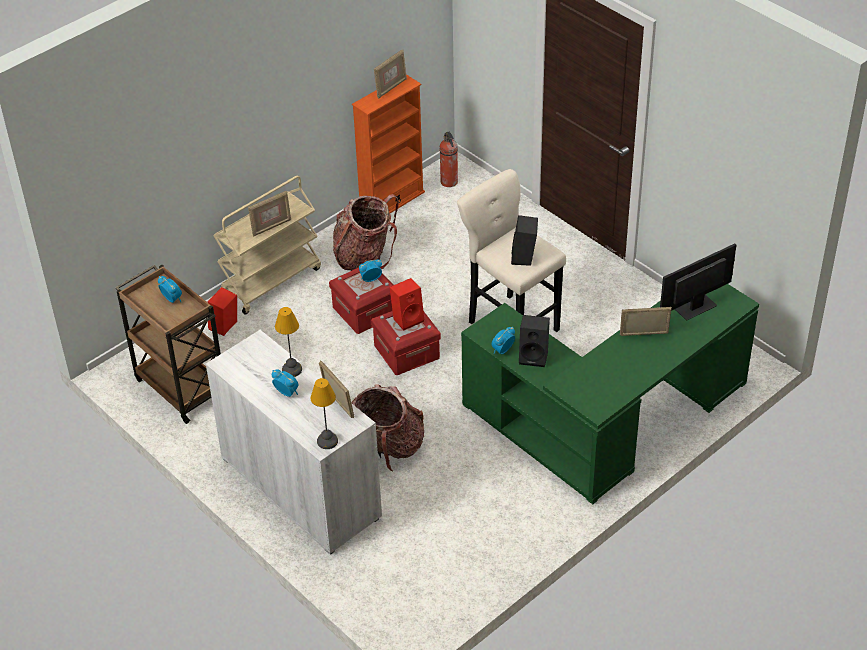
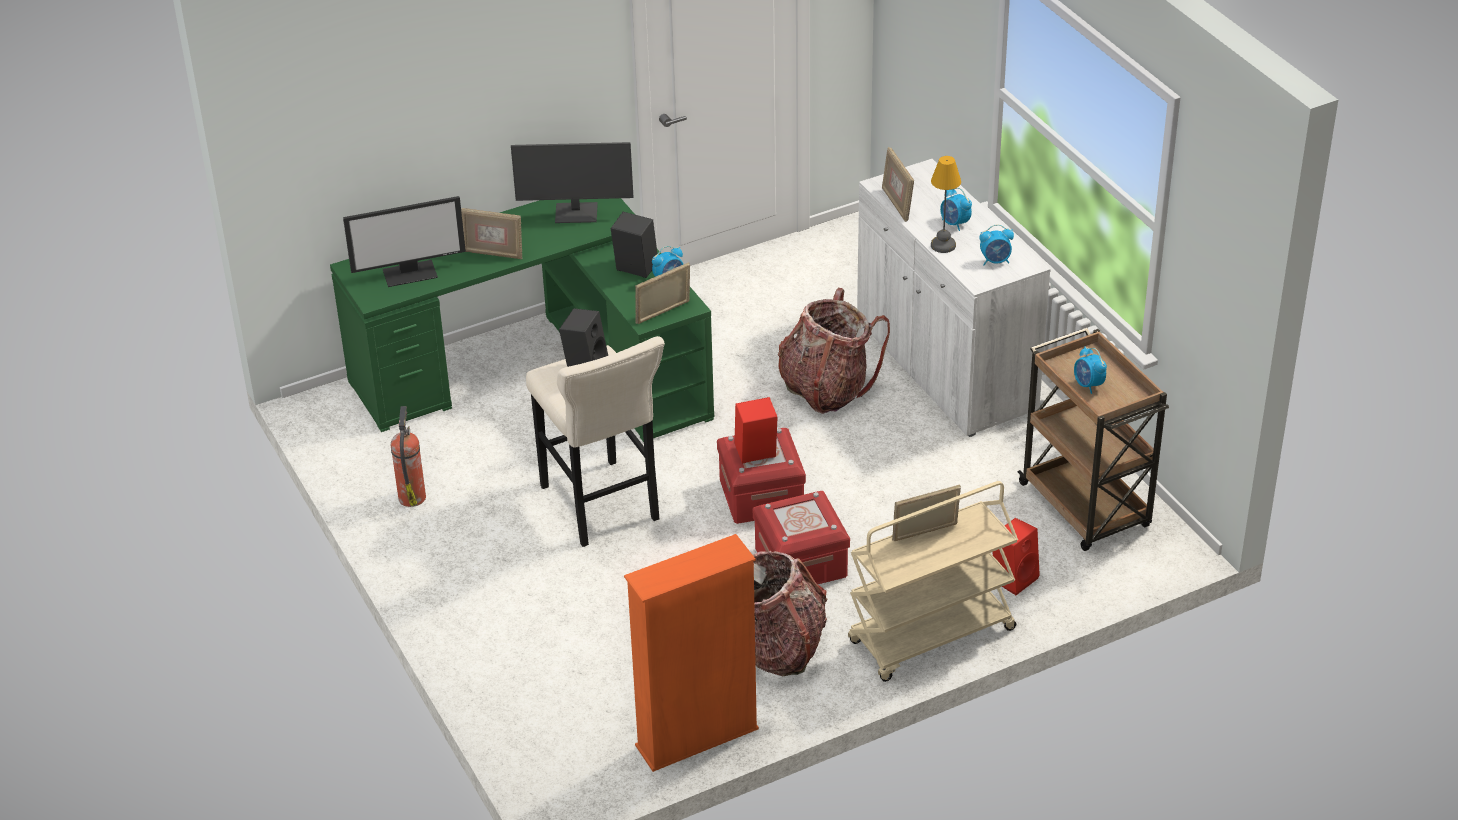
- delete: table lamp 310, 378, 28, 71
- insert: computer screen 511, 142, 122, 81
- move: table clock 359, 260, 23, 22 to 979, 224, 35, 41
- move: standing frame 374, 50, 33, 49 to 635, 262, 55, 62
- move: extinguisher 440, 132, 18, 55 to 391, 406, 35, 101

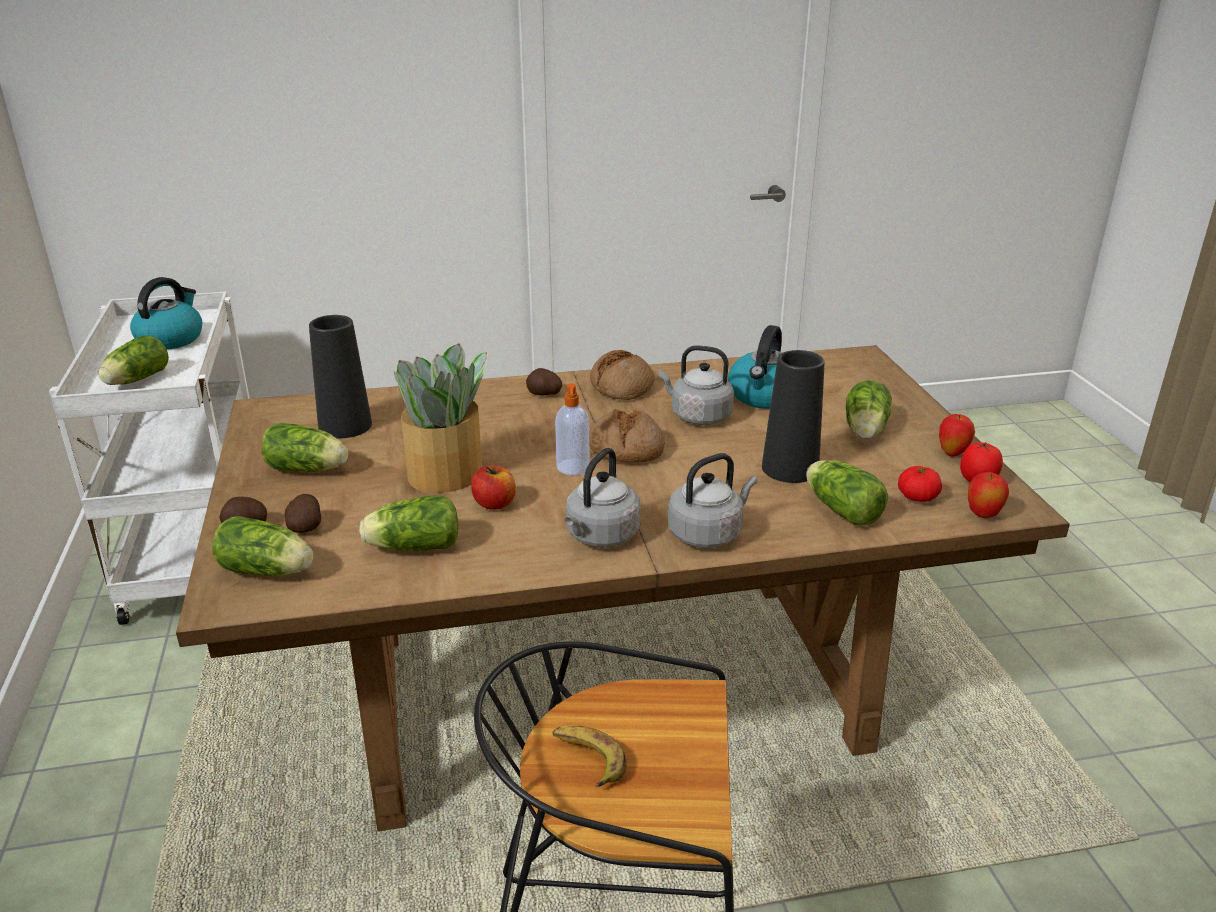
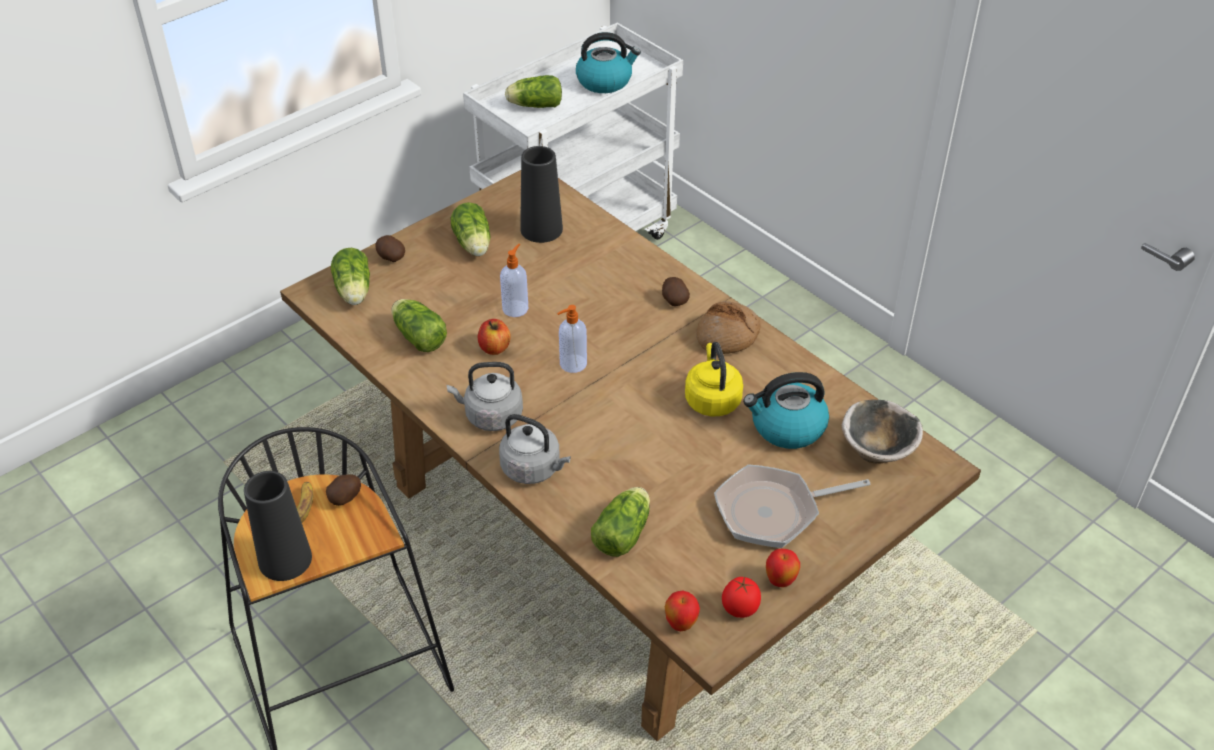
- delete: baked bread 589, 409, 76, 54
- delete: fresh tomato 898, 466, 44, 36
- insert: bowl 841, 400, 82, 63
- move: potato 285, 494, 36, 39 to 326, 474, 35, 32
- move: black flower vase 762, 350, 63, 133 to 244, 471, 68, 110
- replace: potted plant 394, 343, 93, 150 to soap bottle 500, 244, 29, 73
- replace: lettuce head 846, 380, 46, 59 to skillet 714, 464, 156, 84
- recolor: greyish tea kettle 659, 345, 75, 80 to yellow-coloured tea kettle 685, 342, 58, 74

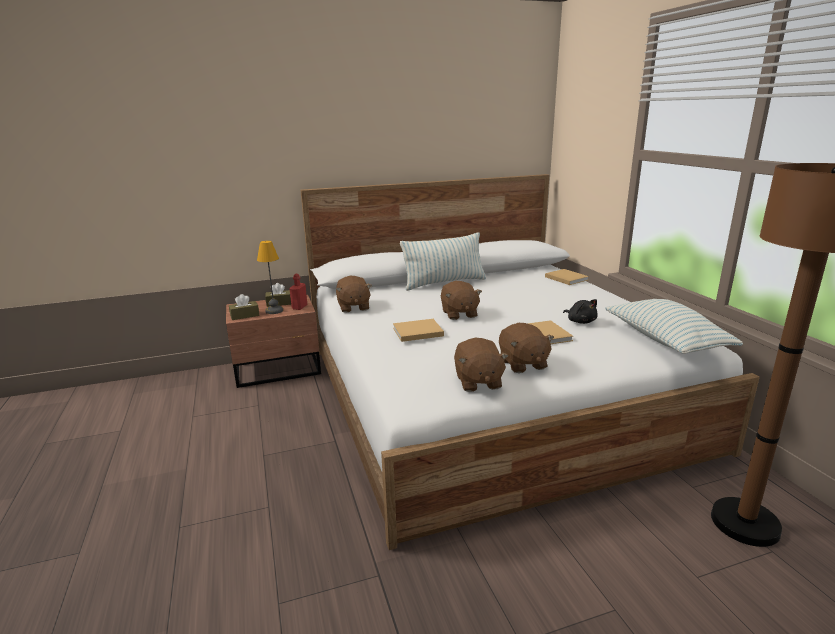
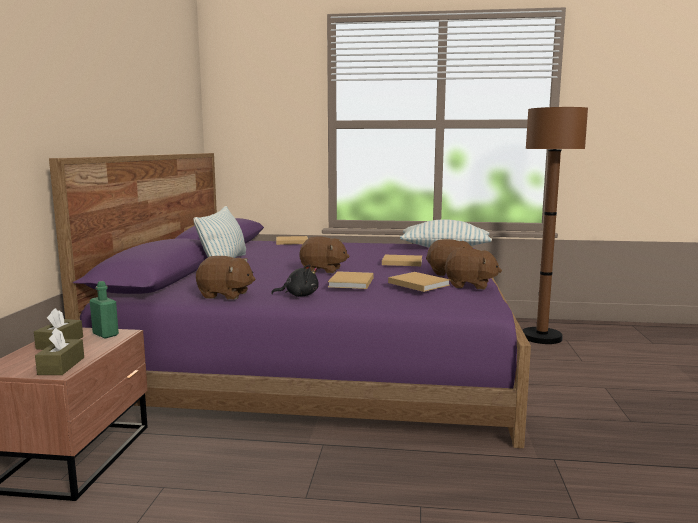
- delete: table lamp 257, 241, 26, 73
- insert: beige bound book 388, 272, 62, 20
- move: black cuddly toy 563, 299, 35, 25 to 271, 264, 48, 33
- recolor: reddish beverage bottle 289, 274, 18, 36 to green beverage bottle 90, 281, 29, 58
- recolor: whitish bed 300, 174, 460, 376 to purplish bed 49, 153, 482, 295

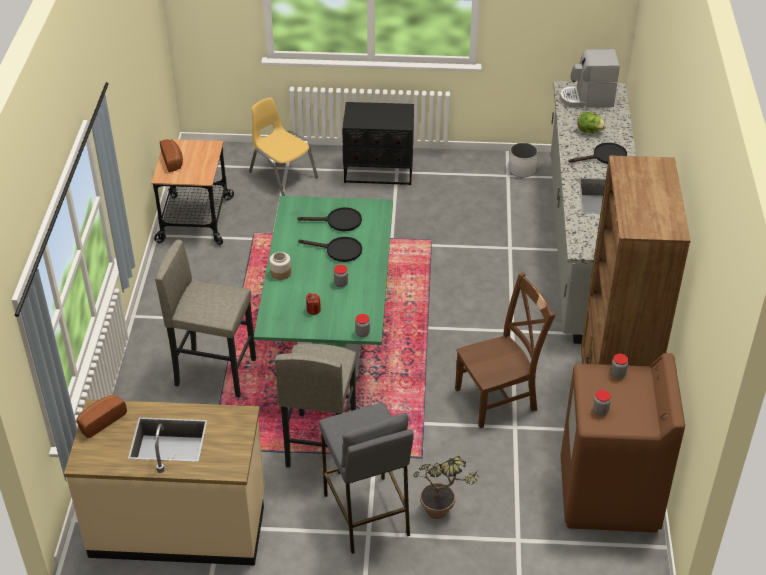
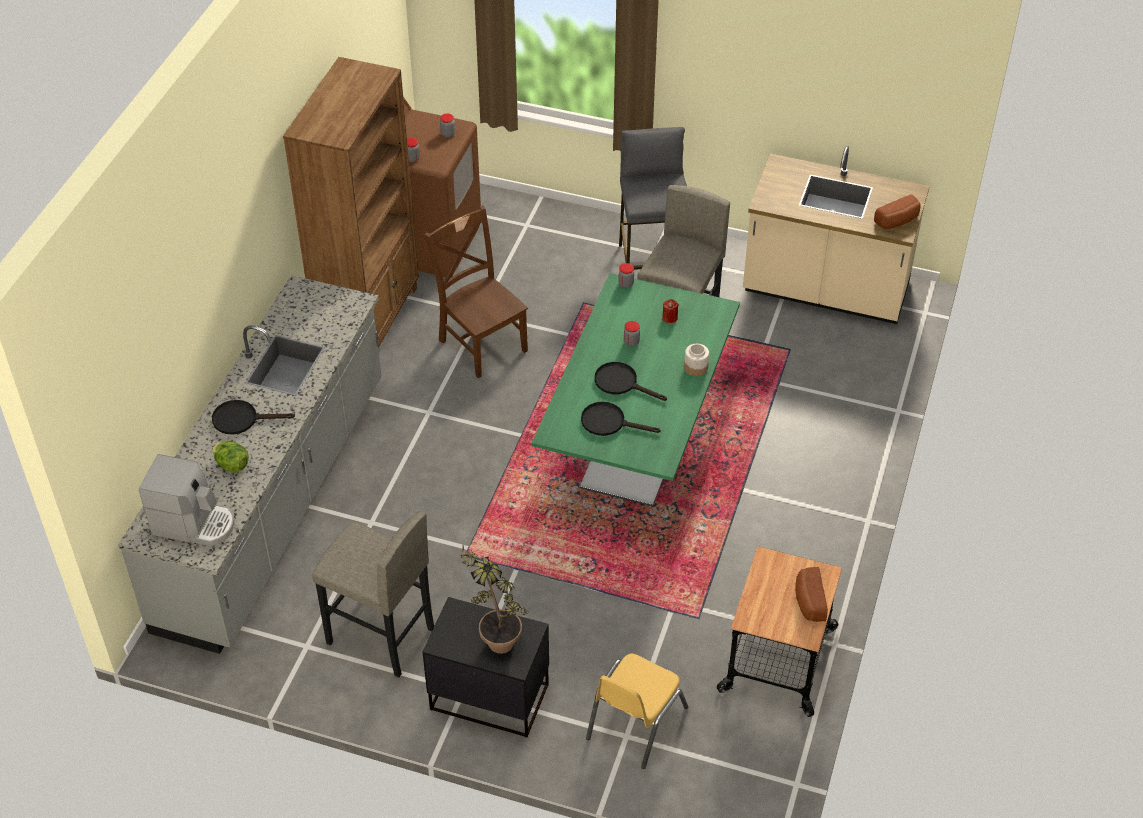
- delete: whitish flower pot 508, 143, 30, 34
- move: greyish sitting stool 155, 240, 101, 157 to 312, 511, 122, 167
- move: potted plant 413, 456, 68, 63 to 461, 545, 68, 109
- rotate: yellow-coloured chair 249, 98, 69, 98 = 586, 654, 102, 115 60 degrees clockwise
- rotate: brown chair 455, 272, 100, 156 = 424, 205, 104, 173 60 degrees clockwise

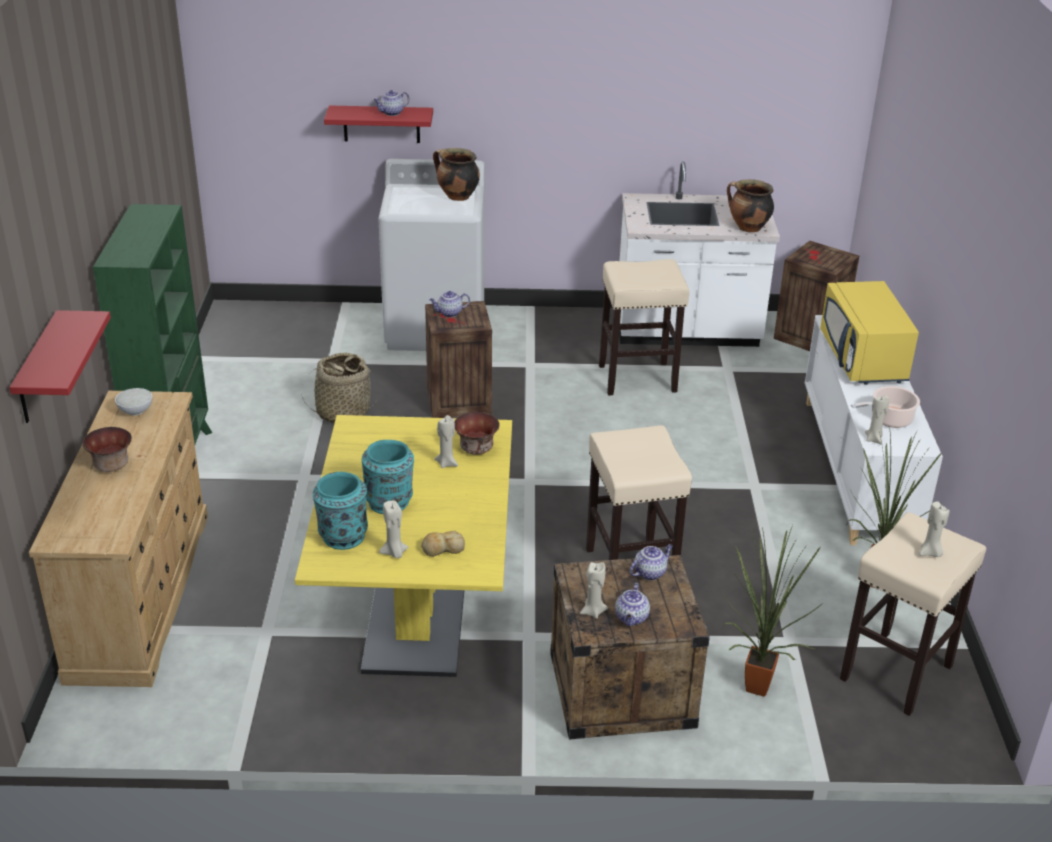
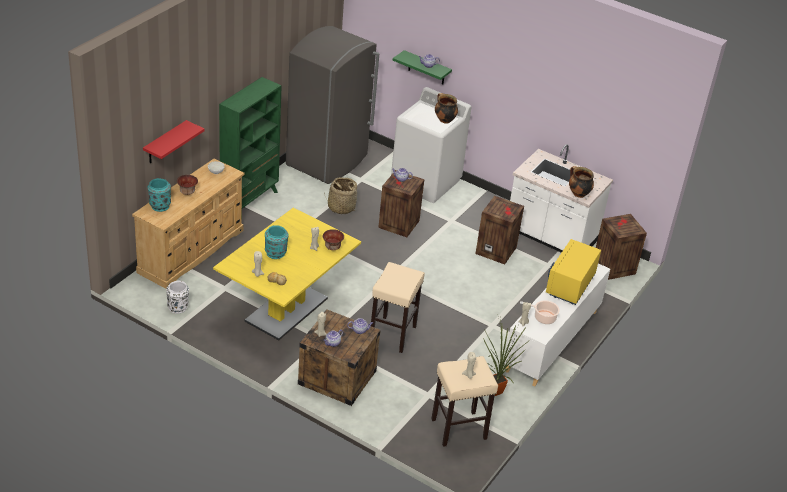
- delete: potted plant 722, 525, 101, 172
- insert: whitish flower vase 166, 281, 23, 33
- insert: greyish kitchen fridge 286, 26, 93, 158
- move: turquoise flower vase 313, 472, 55, 78 to 147, 178, 24, 34
- replace: beige sitting stool 599, 259, 91, 136 to packing crate 475, 196, 49, 69
- recolor: reddish bracket shelf 324, 105, 109, 38 to green bracket shelf 393, 50, 59, 34

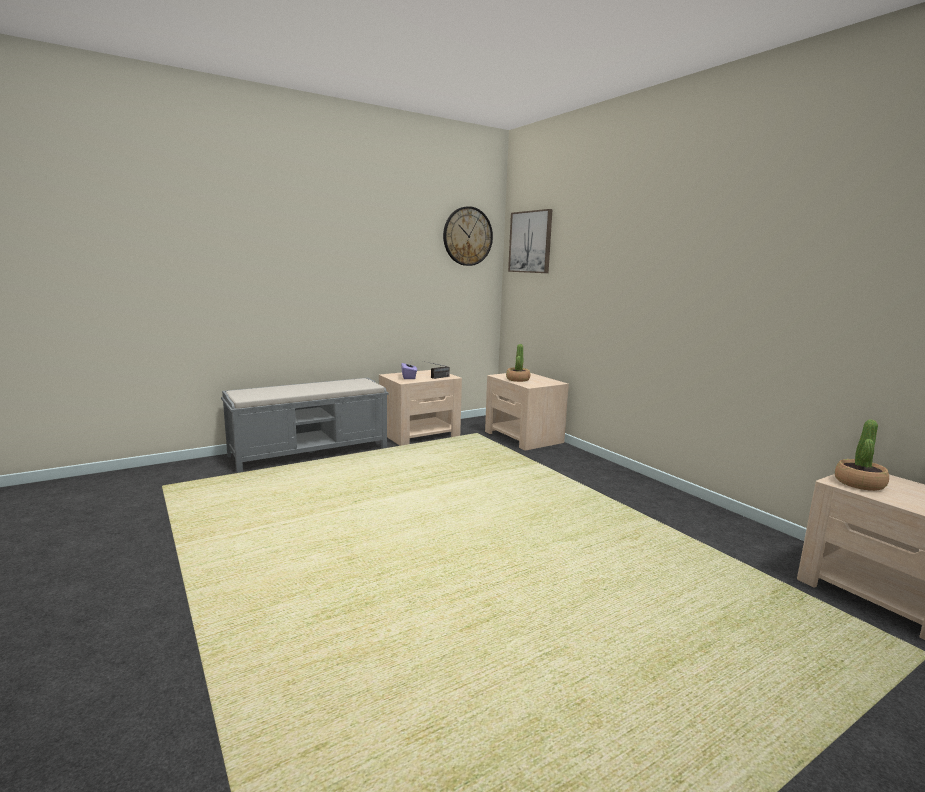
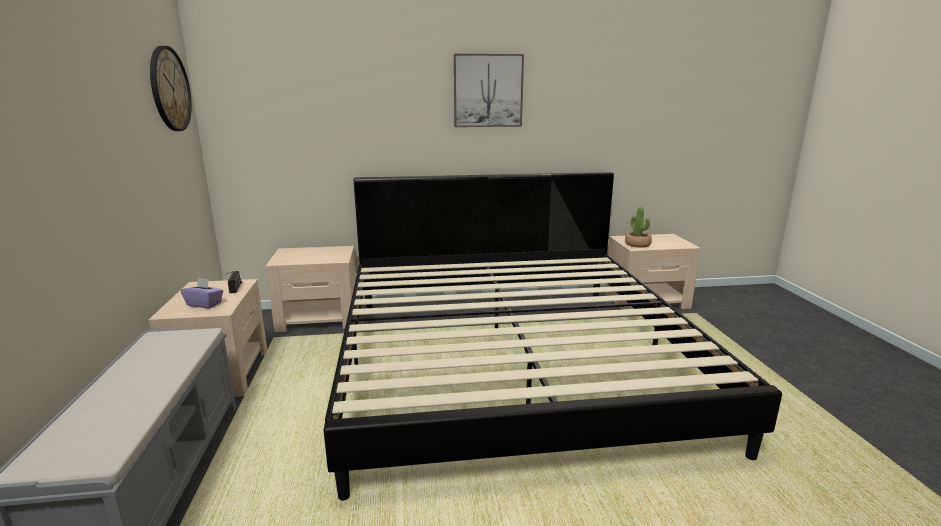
- delete: potted plant 506, 344, 24, 38
- insert: bed 324, 172, 458, 328
- move: wall art 508, 209, 45, 64 to 454, 54, 70, 73

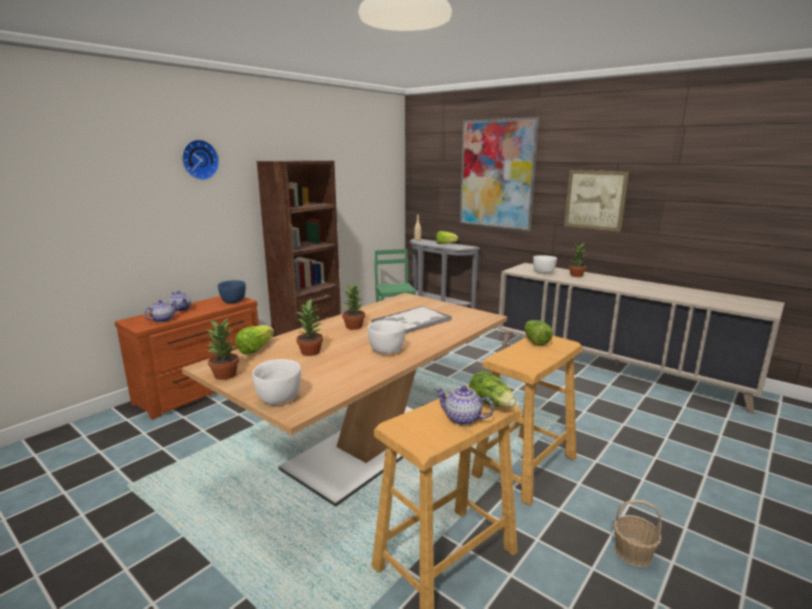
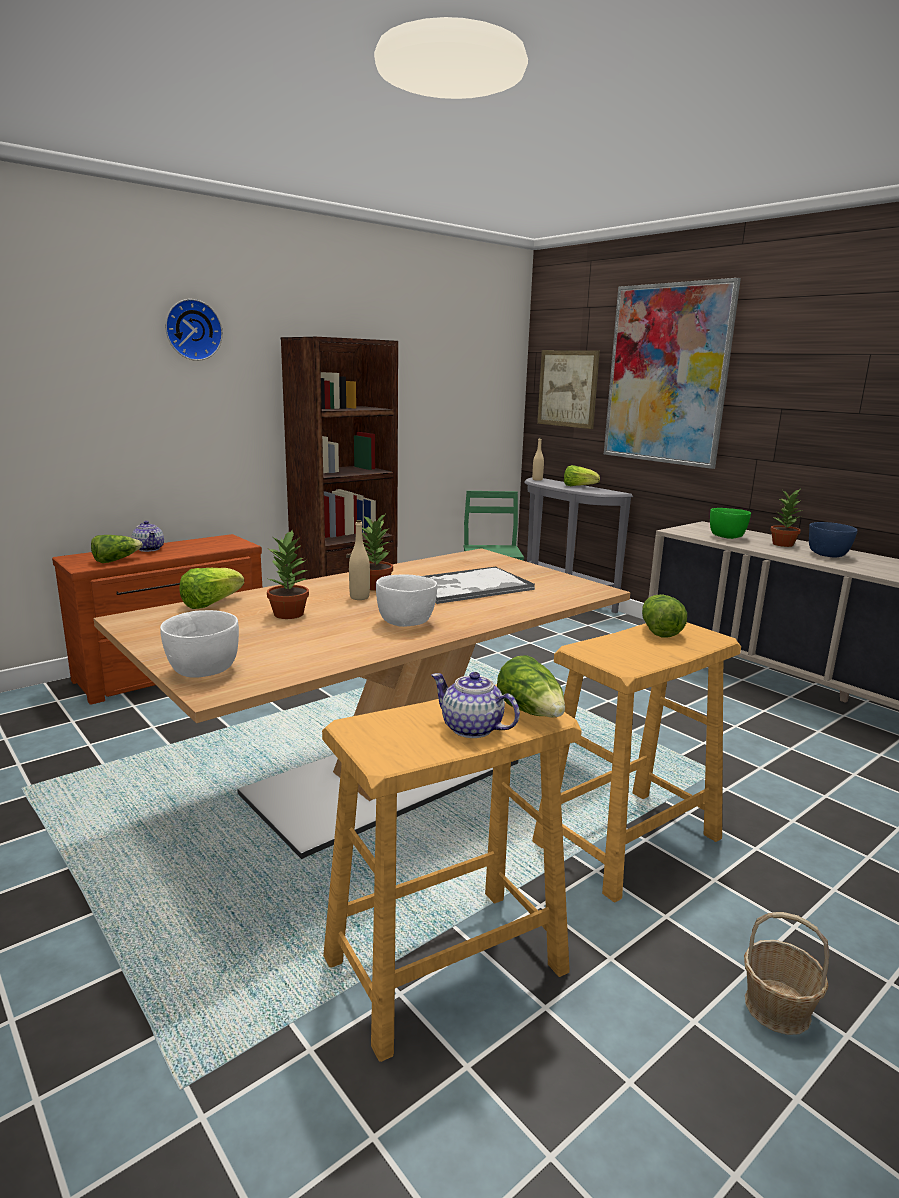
- delete: potted plant 206, 317, 33, 63
- insert: beige beverage bottle 349, 520, 21, 80
- move: blue-coloured bowl 218, 280, 28, 23 to 809, 522, 48, 36
- move: wall art 564, 170, 65, 62 to 537, 350, 63, 79
- replace: pot for tea 144, 300, 33, 22 to lettuce head 91, 535, 52, 28
- recolor: whitish bowl 533, 255, 24, 19 to green bowl 710, 508, 41, 31

